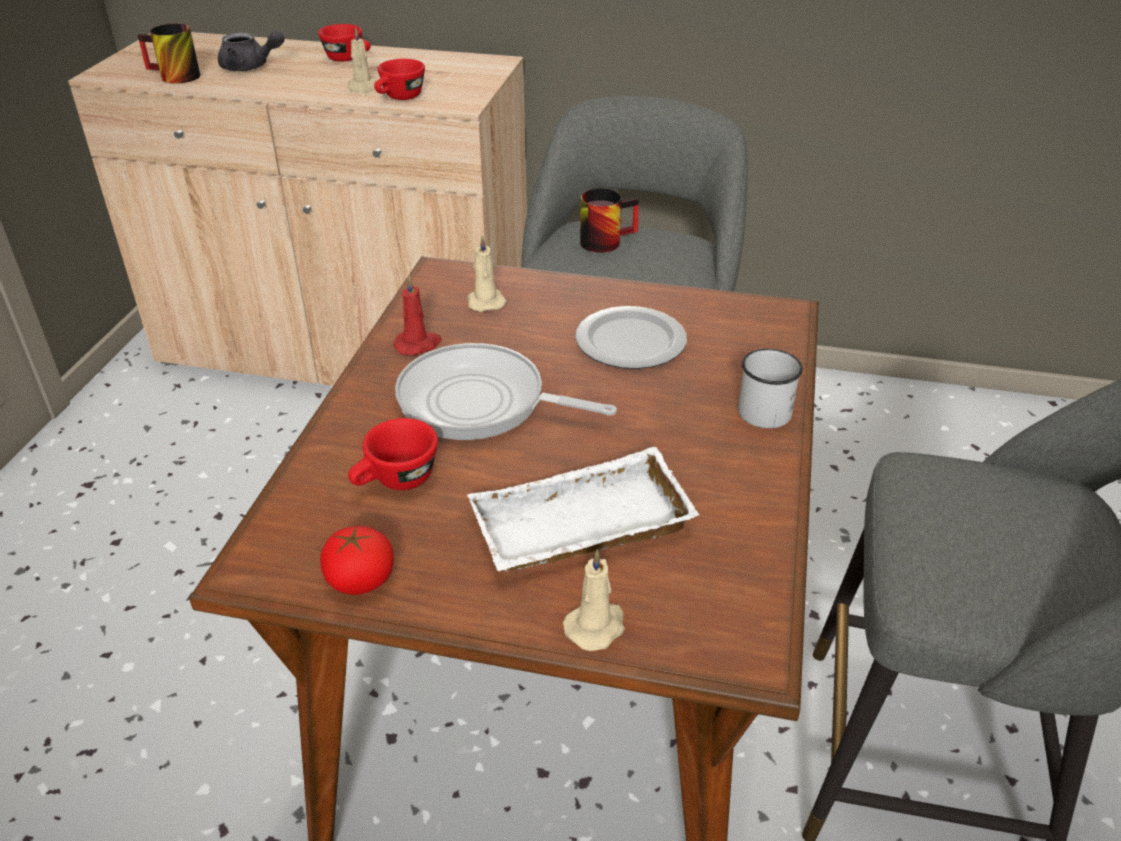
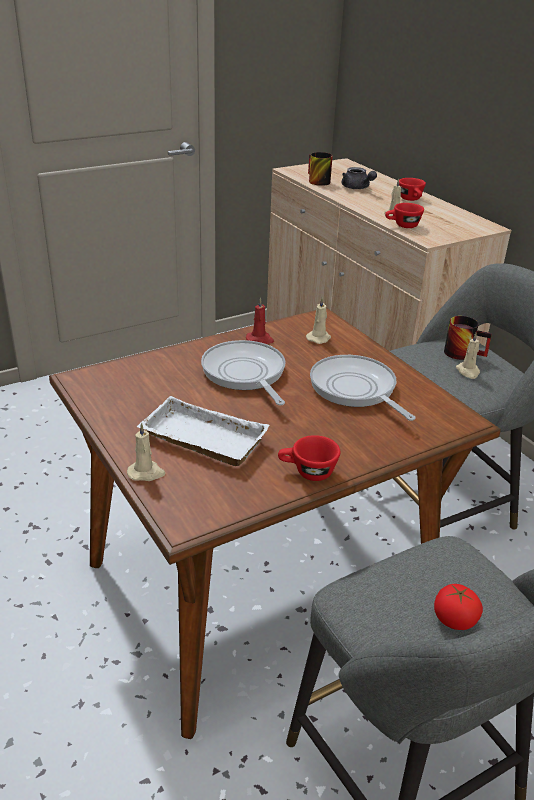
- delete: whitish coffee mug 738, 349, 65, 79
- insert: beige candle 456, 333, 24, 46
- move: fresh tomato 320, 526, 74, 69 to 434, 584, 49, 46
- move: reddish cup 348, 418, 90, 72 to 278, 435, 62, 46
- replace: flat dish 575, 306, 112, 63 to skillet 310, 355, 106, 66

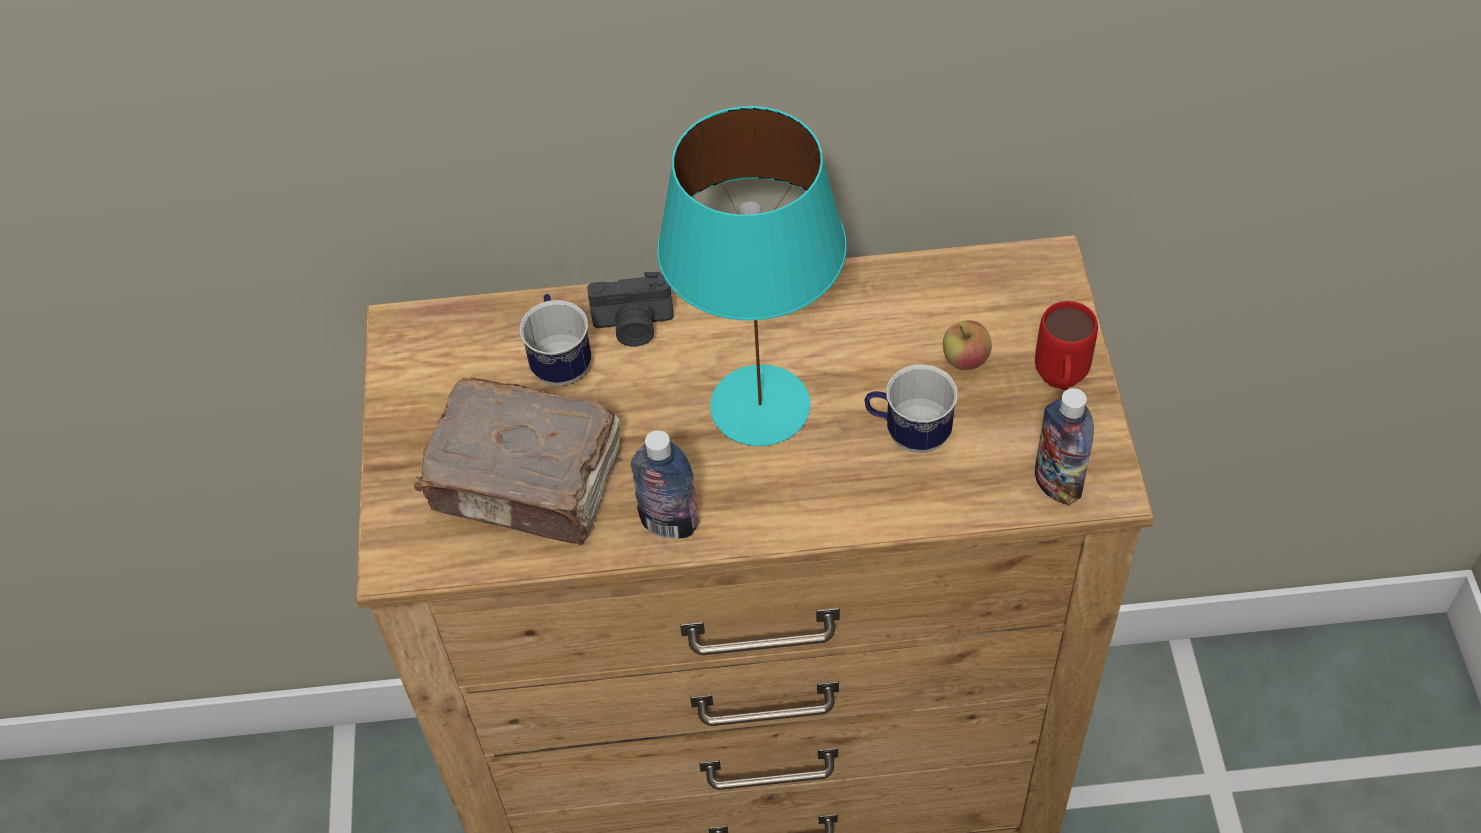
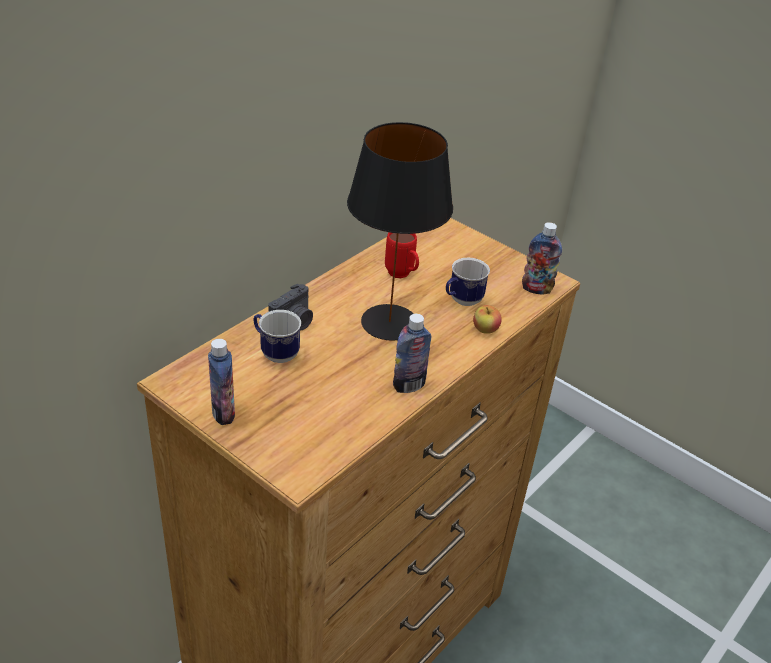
- delete: brown bound book 414, 377, 207, 169
- insert: beverage bottle 208, 339, 27, 86
- move: apple fruit 943, 320, 49, 50 to 473, 305, 29, 29
- move: reddish coffee mug 1035, 301, 63, 89 to 385, 232, 34, 46
- recolor: turquoise table lamp 657, 106, 190, 340 to black table lamp 347, 122, 106, 219

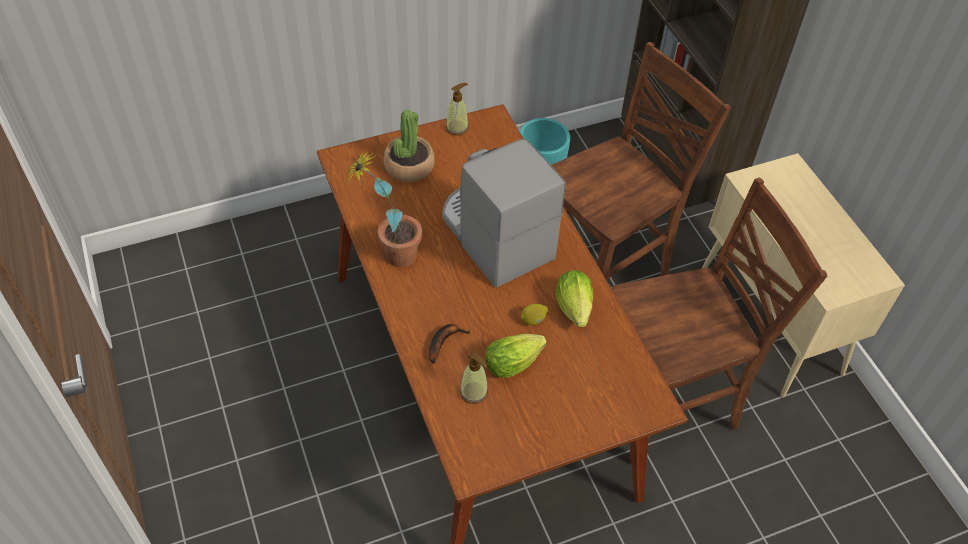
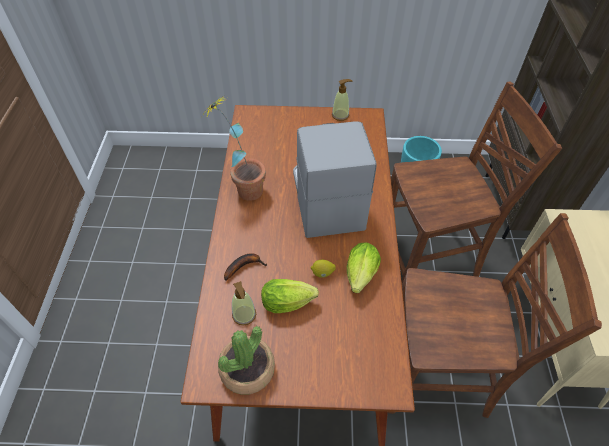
- move: potted plant 383, 110, 52, 72 to 218, 326, 57, 69

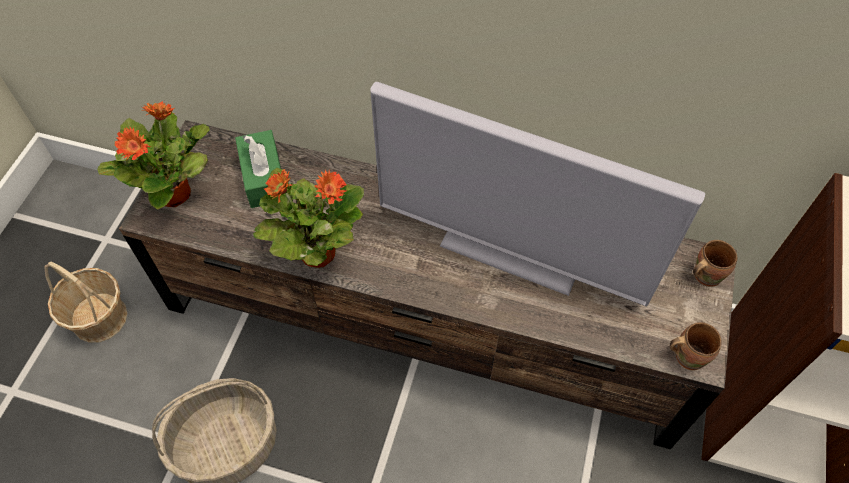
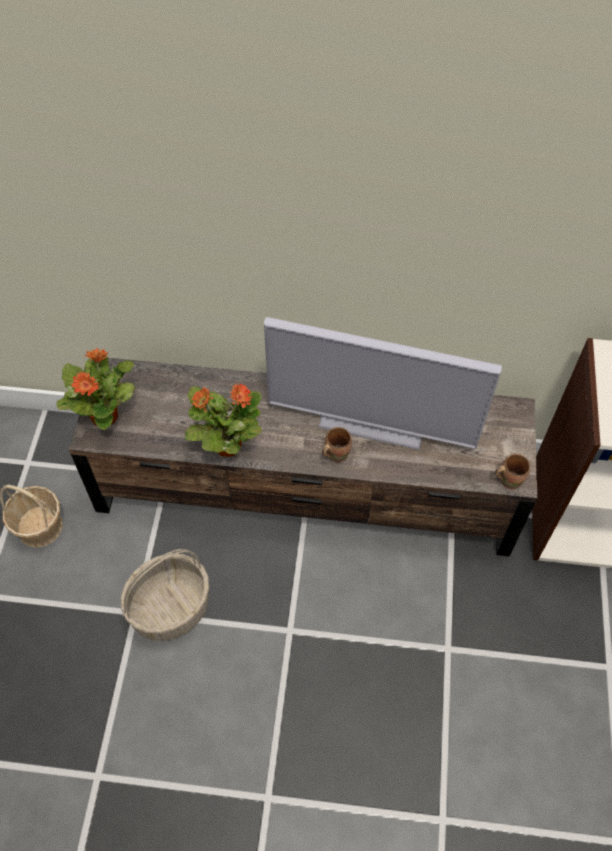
- delete: green tissue holder 235, 130, 46, 78
- move: brown coffee mug 693, 240, 44, 47 to 322, 427, 30, 35

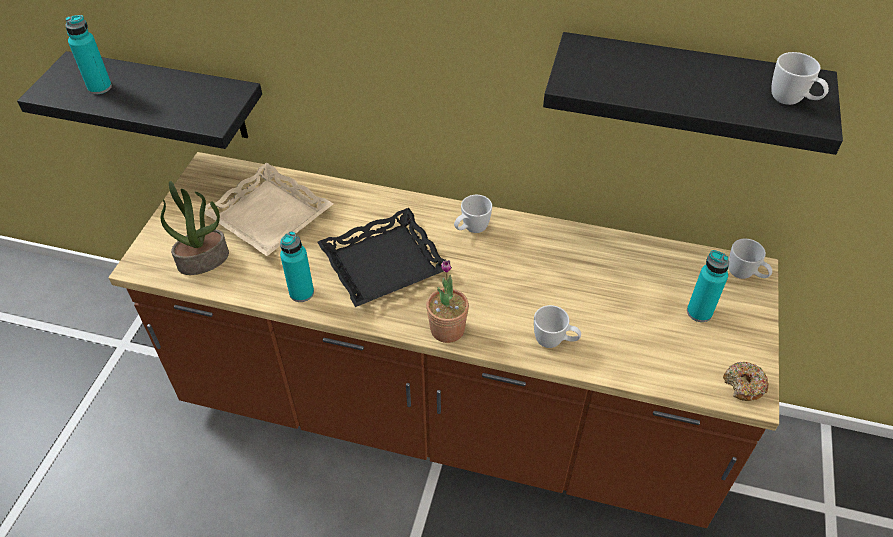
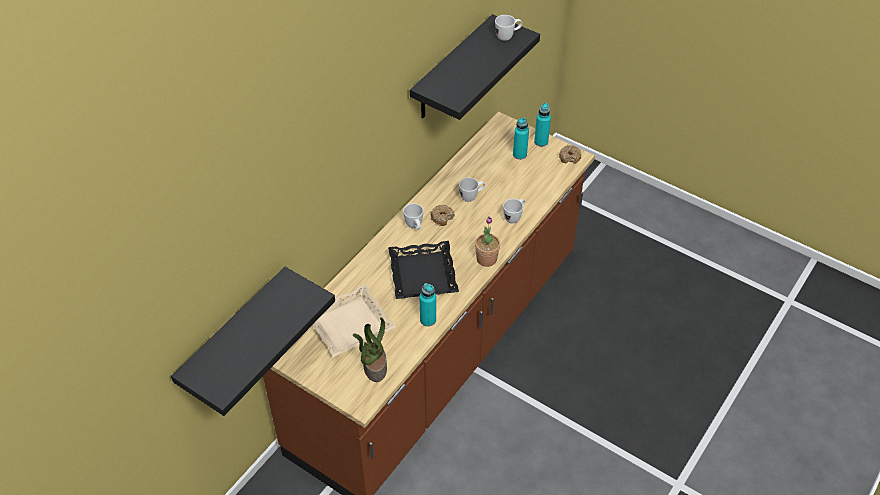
- insert: doughnut 431, 205, 24, 21
- move: turquoise beverage bottle 65, 15, 47, 79 to 534, 103, 17, 44
- move: whitish coffee mug 728, 239, 44, 40 to 459, 177, 26, 25

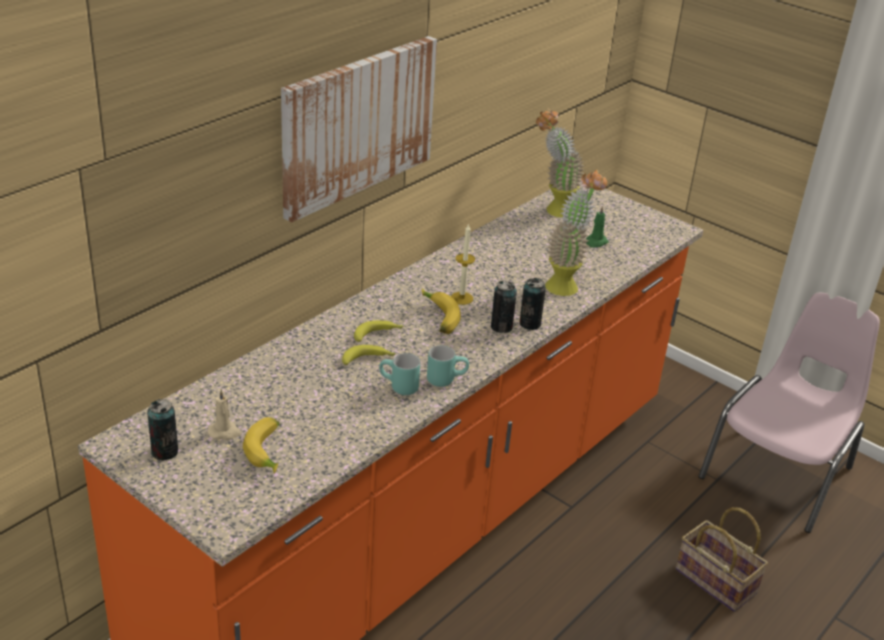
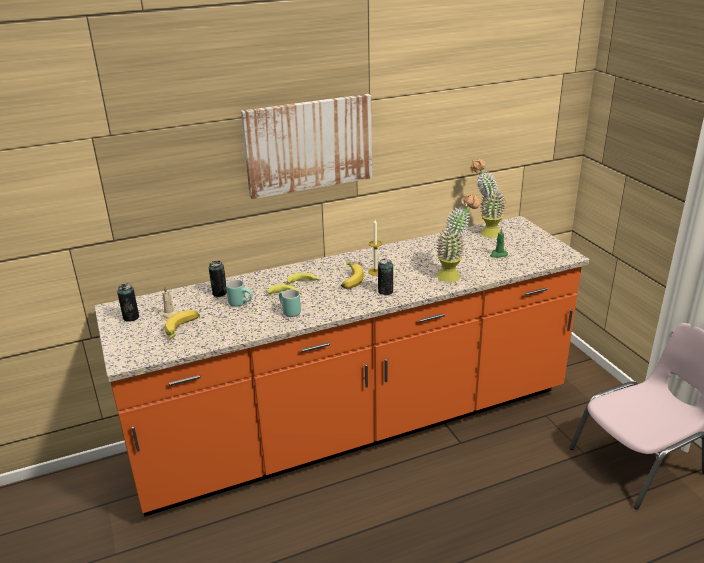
- delete: basket 675, 507, 93, 105
- move: turquoise coffee mug 427, 345, 42, 42 to 226, 280, 27, 27
- move: sealed can 520, 278, 26, 52 to 209, 261, 18, 36

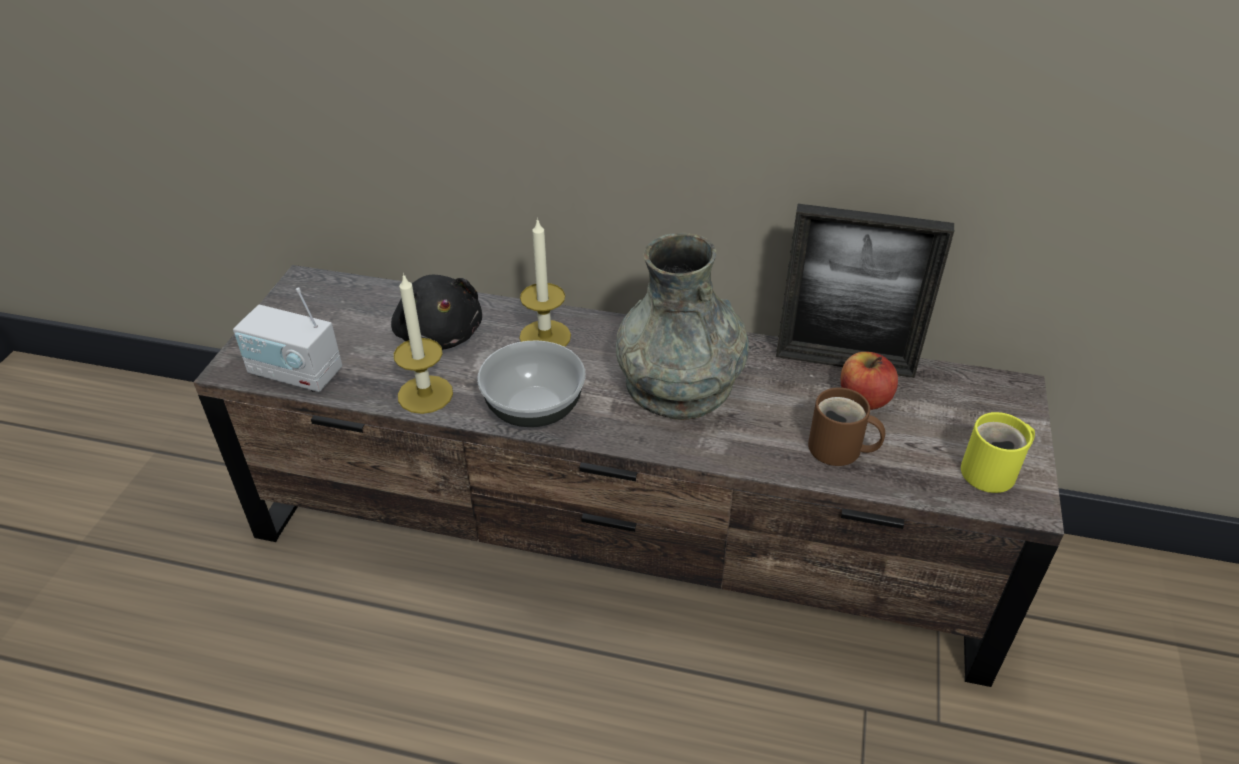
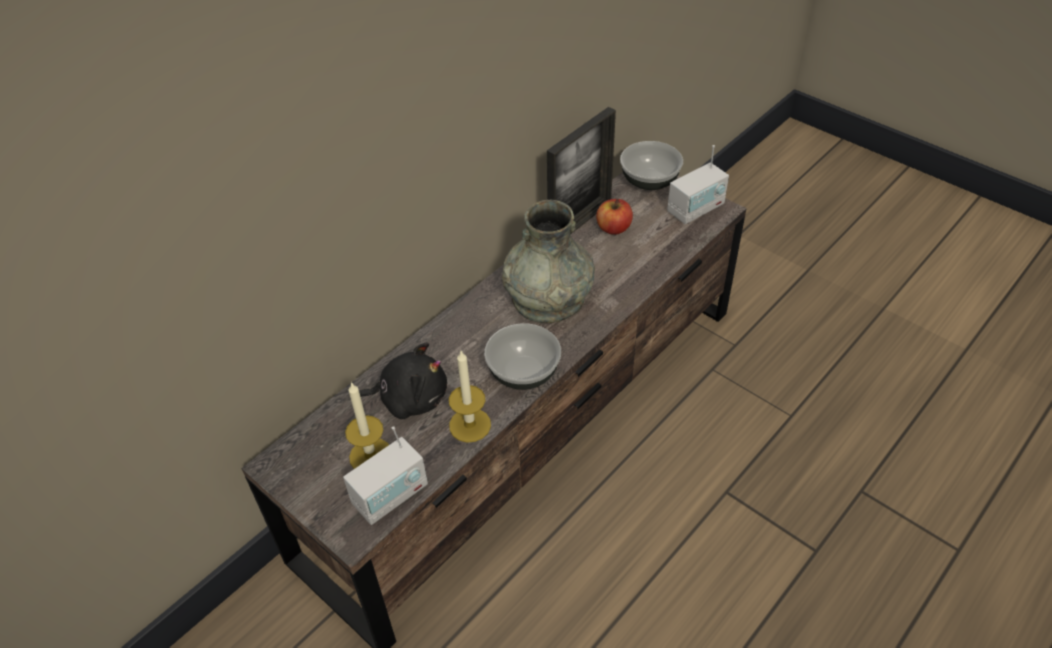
- delete: brown coffee mug 808, 387, 77, 79
- insert: bowl 620, 141, 63, 49
- move: candle 519, 218, 52, 129 to 345, 382, 44, 87
- replace: yellow-coloured coffee mug 961, 412, 74, 81 to radio receiver 667, 145, 62, 79

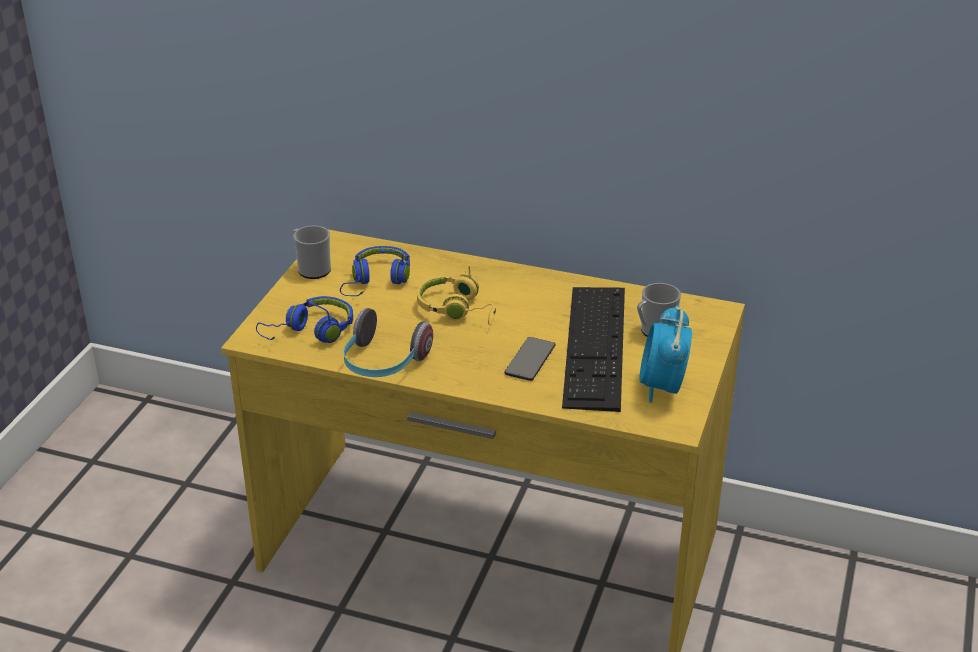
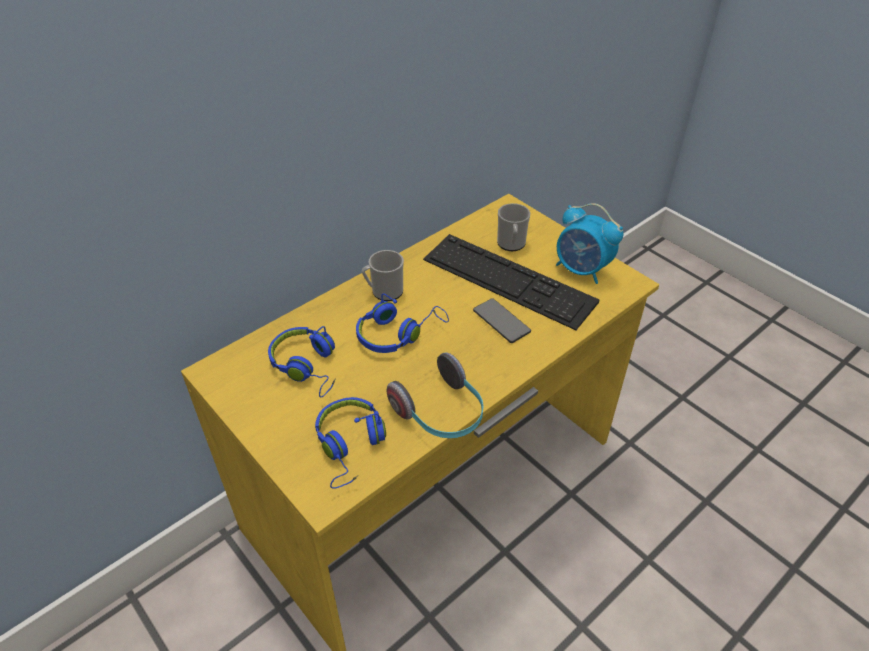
- move: coffee mug 293, 225, 38, 54 to 362, 250, 42, 51
- recolor: yellow-coloured headset 417, 265, 79, 60 to blue-coloured headset 356, 293, 93, 60

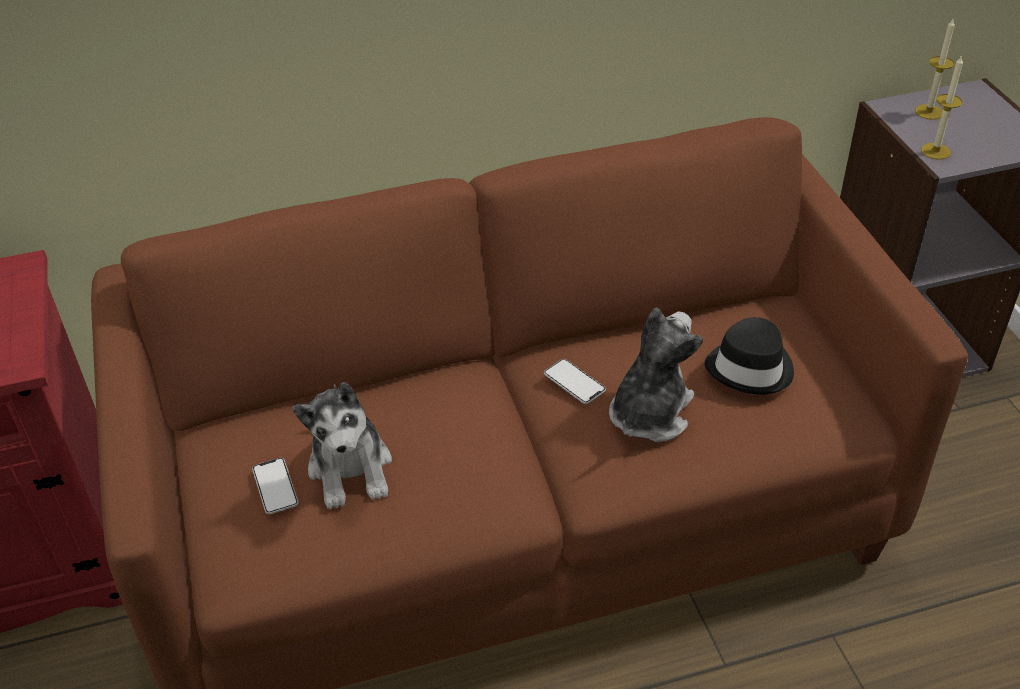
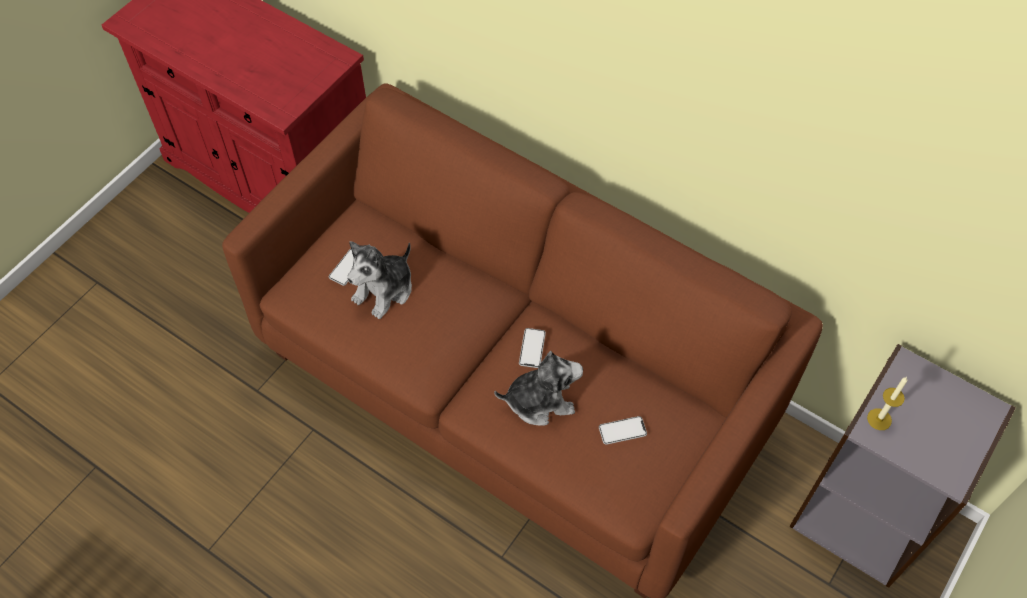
- delete: candle 915, 19, 40, 101
- replace: black hat 704, 317, 90, 78 to phone 599, 416, 48, 29

